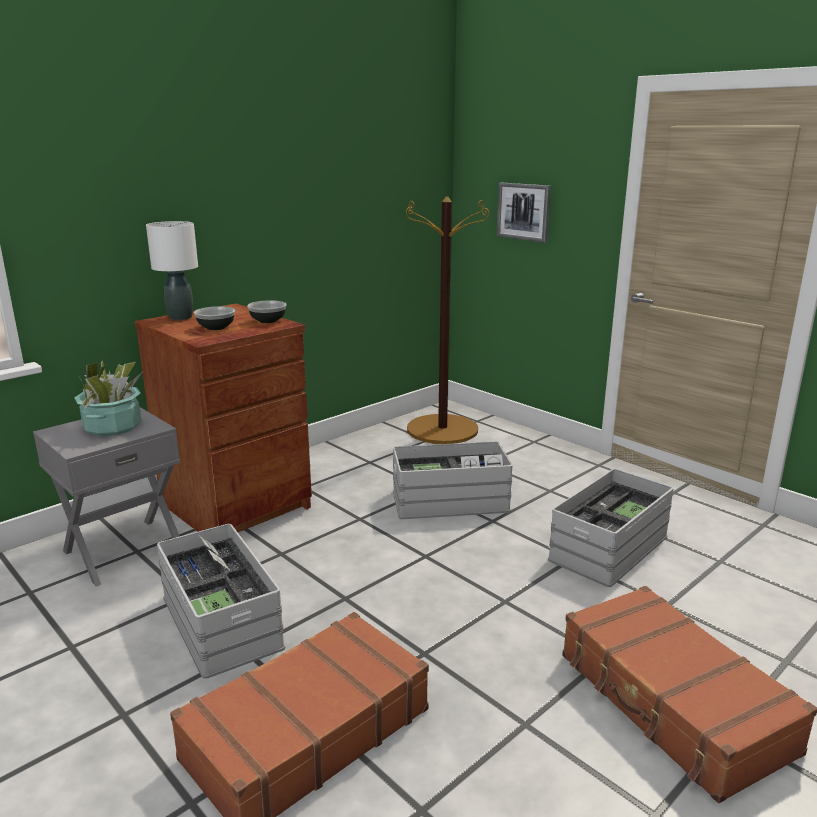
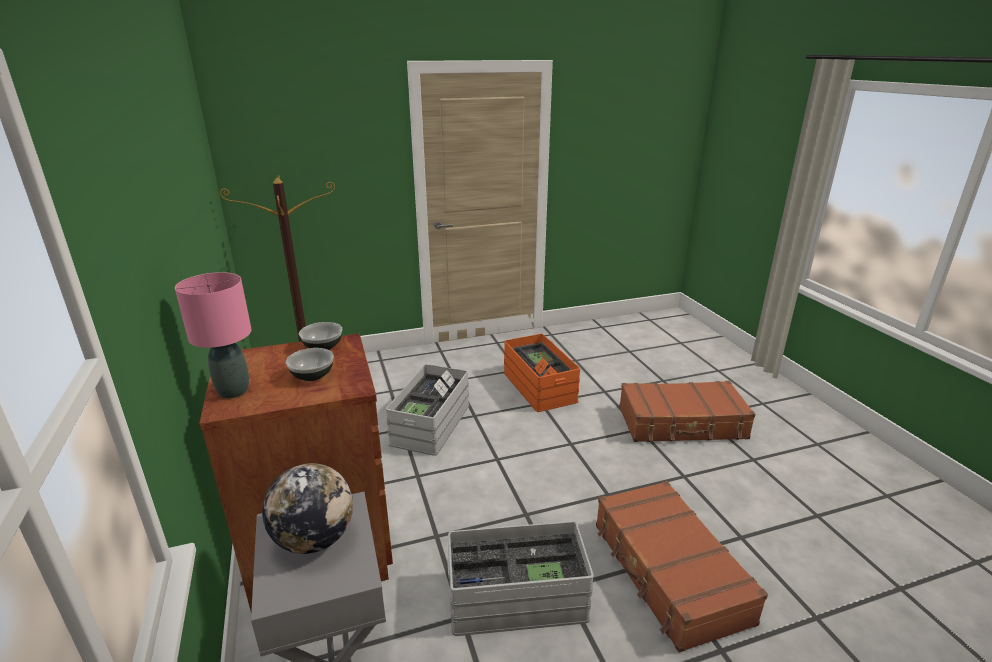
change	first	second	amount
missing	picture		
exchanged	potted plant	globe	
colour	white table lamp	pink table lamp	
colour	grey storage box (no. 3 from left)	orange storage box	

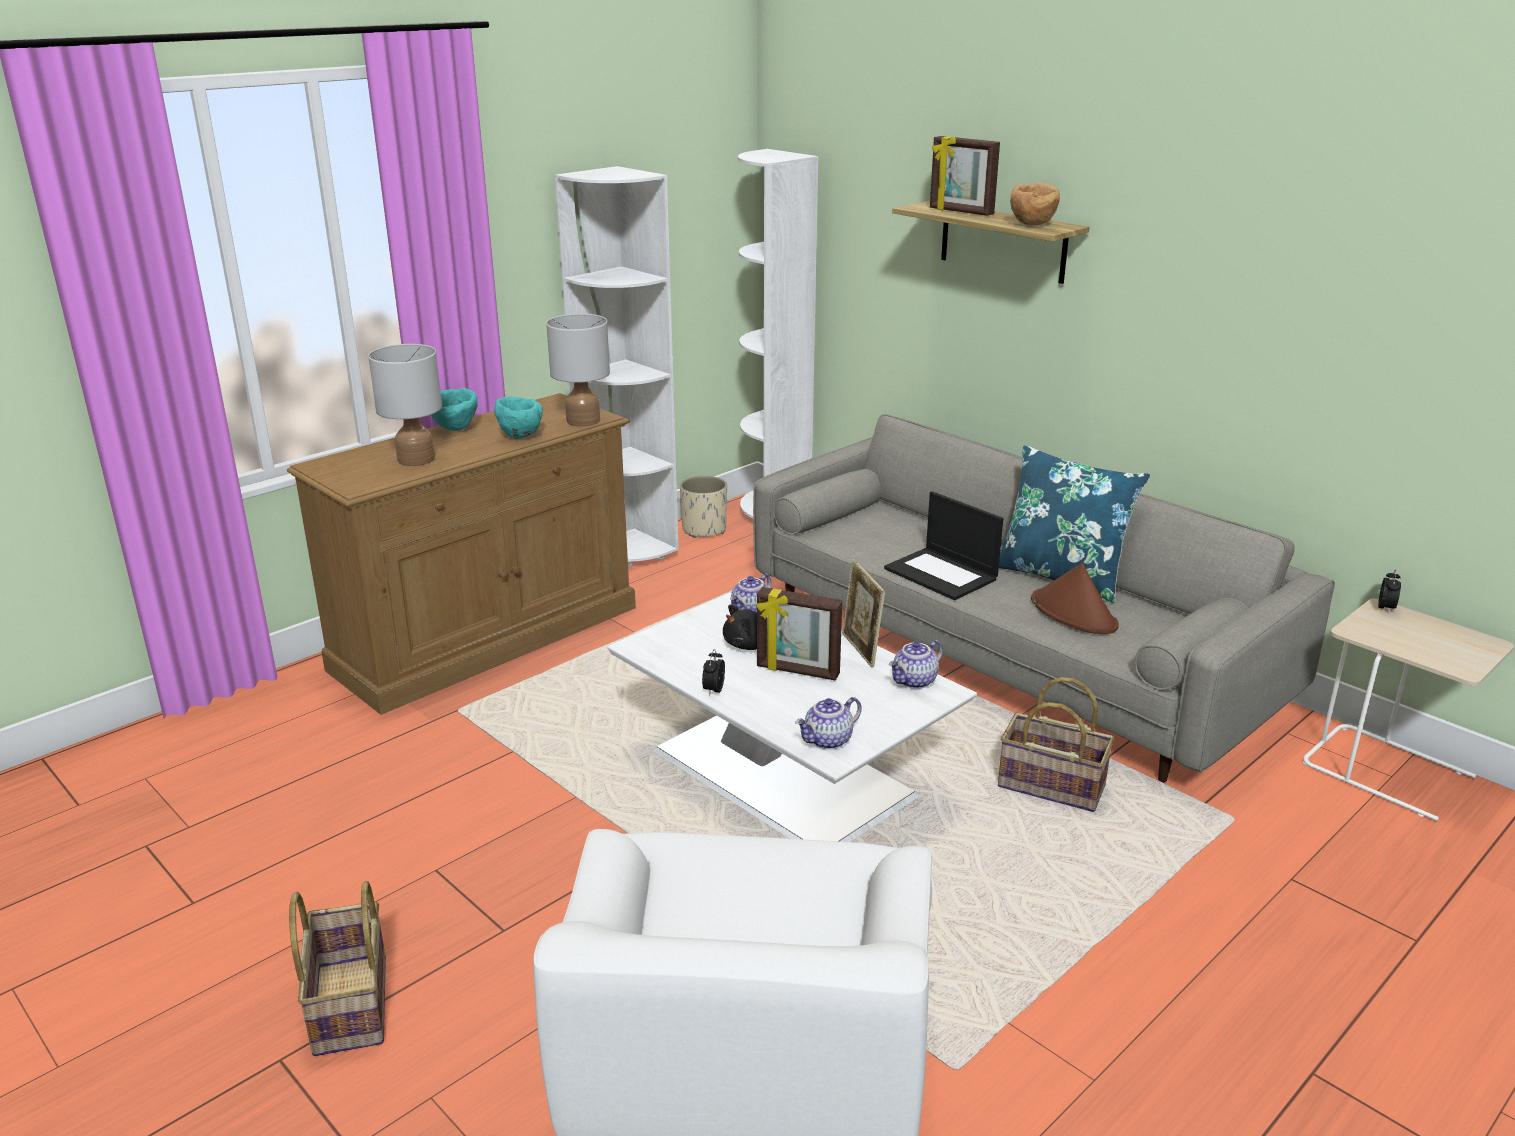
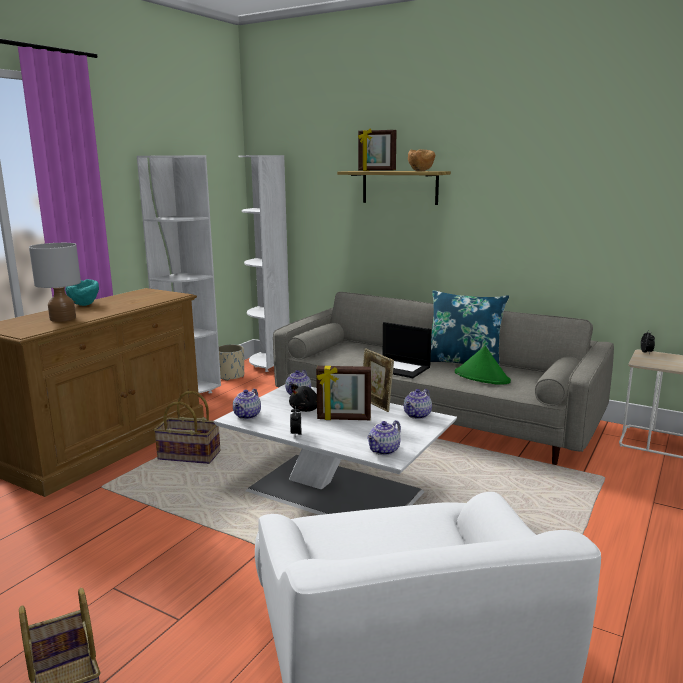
change	first	second	amount
missing	turquoise bowl (no. 2 from left)		
missing	grey table lamp (no. 2 from left)		
appeared		teapot (no. 1 from left)	
relocated	basket (no. 2 from left)		
colour	brown hat	green hat	

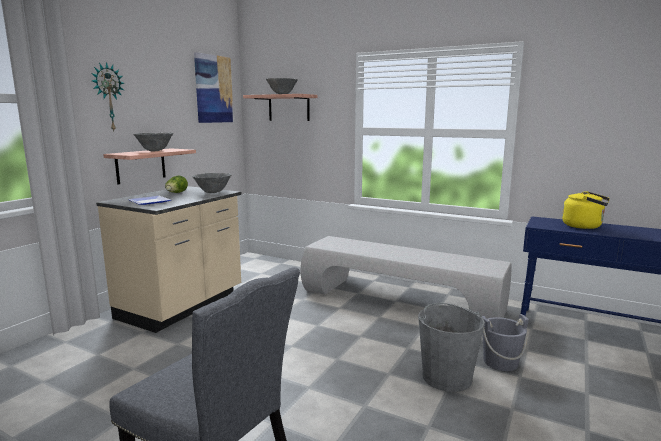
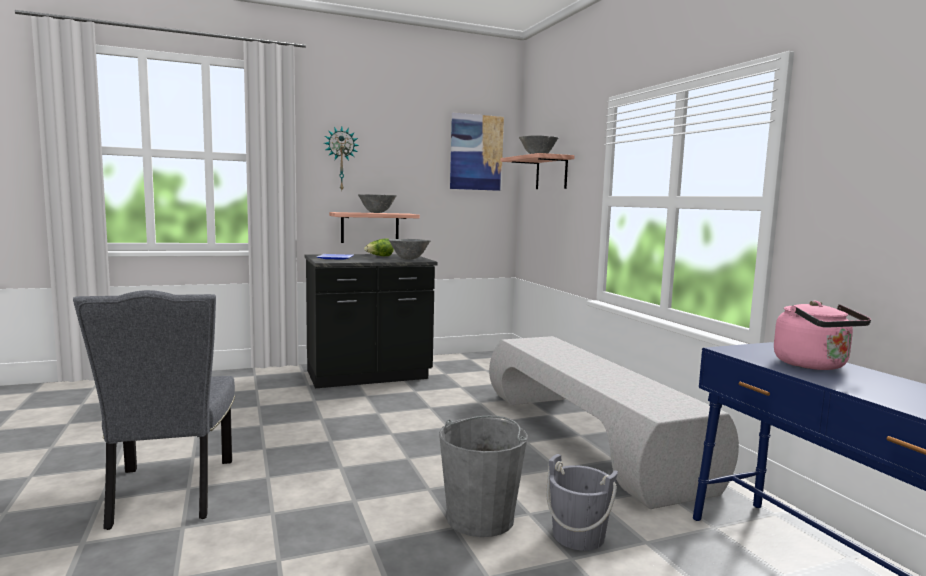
change	first	second	amount
colour	beige counter	black counter	
colour	yellow kettle	pink kettle	

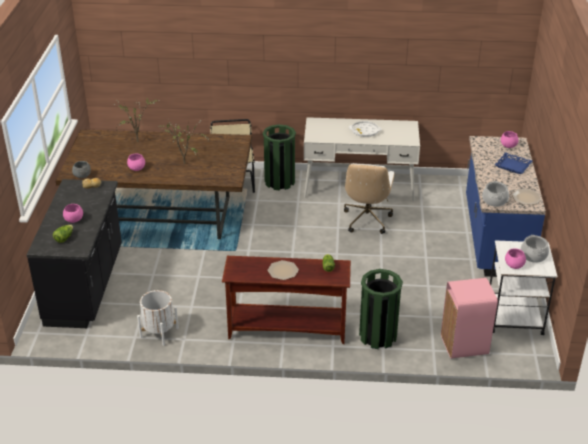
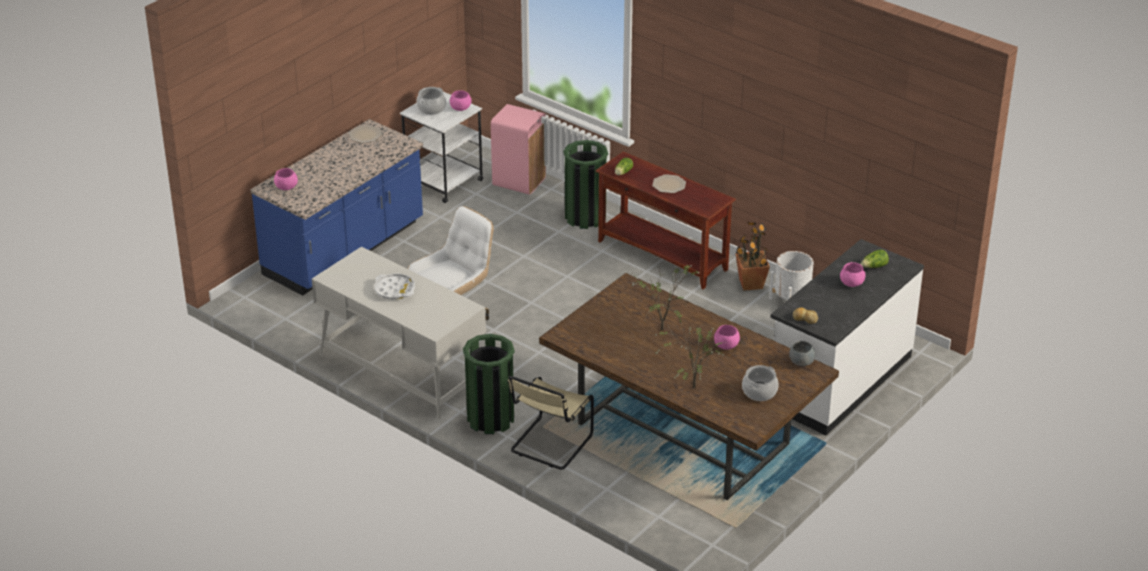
change	first	second	amount
missing	blue tray		
appeared		potted plant (no. 3 from left)	
relocated	cooking pot (no. 1 from left in the first image)	cooking pot (no. 2 from left)	
colour	black counter	white counter	

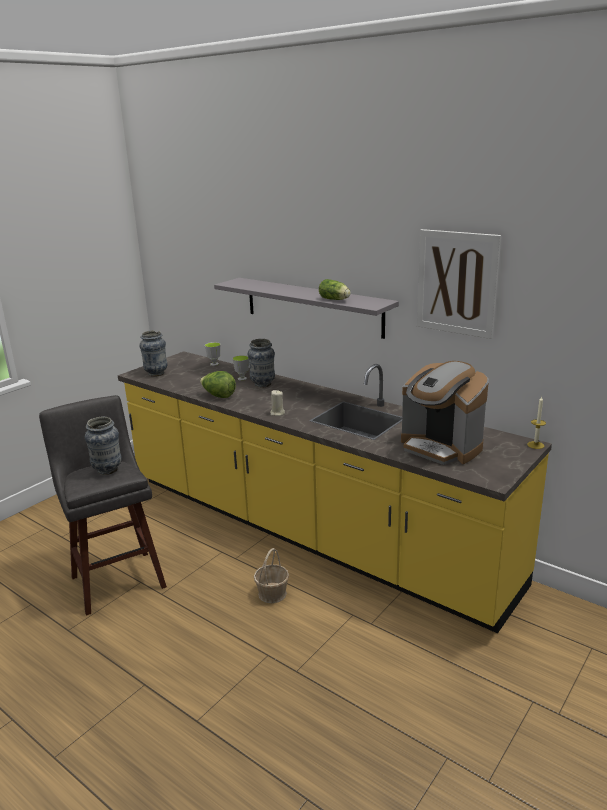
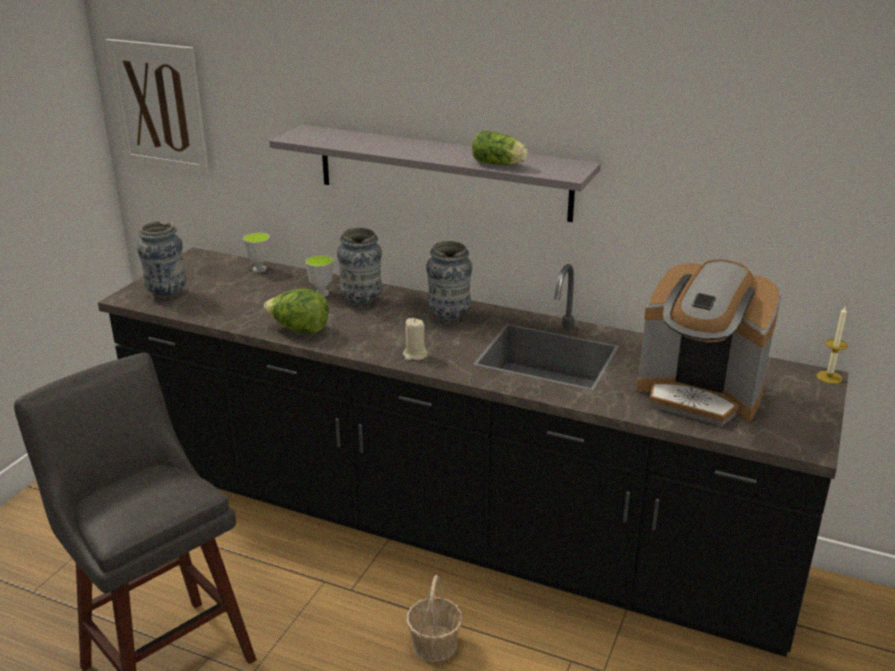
change	first	second	amount
relocated	vase (no. 1 from left in the first image)	vase (no. 3 from left)	
relocated	picture		
colour	yellow counter	black counter	

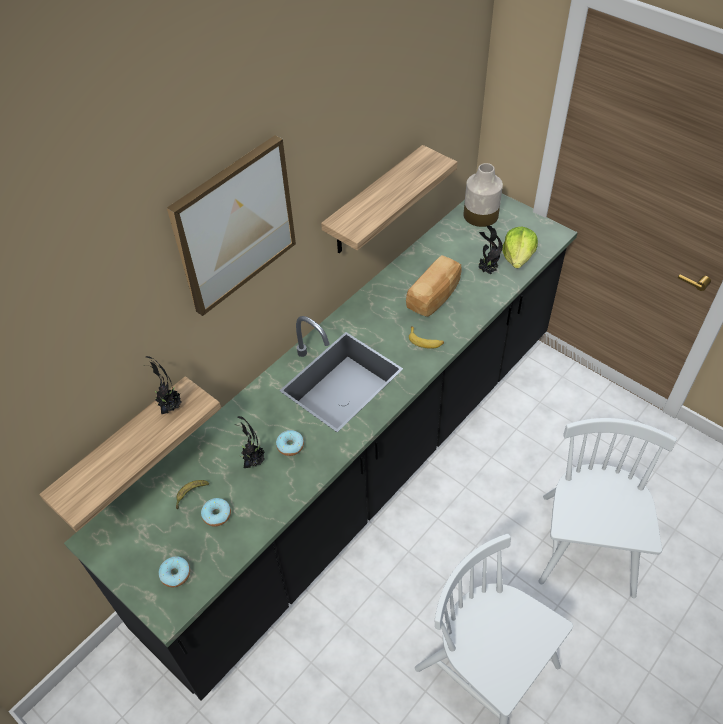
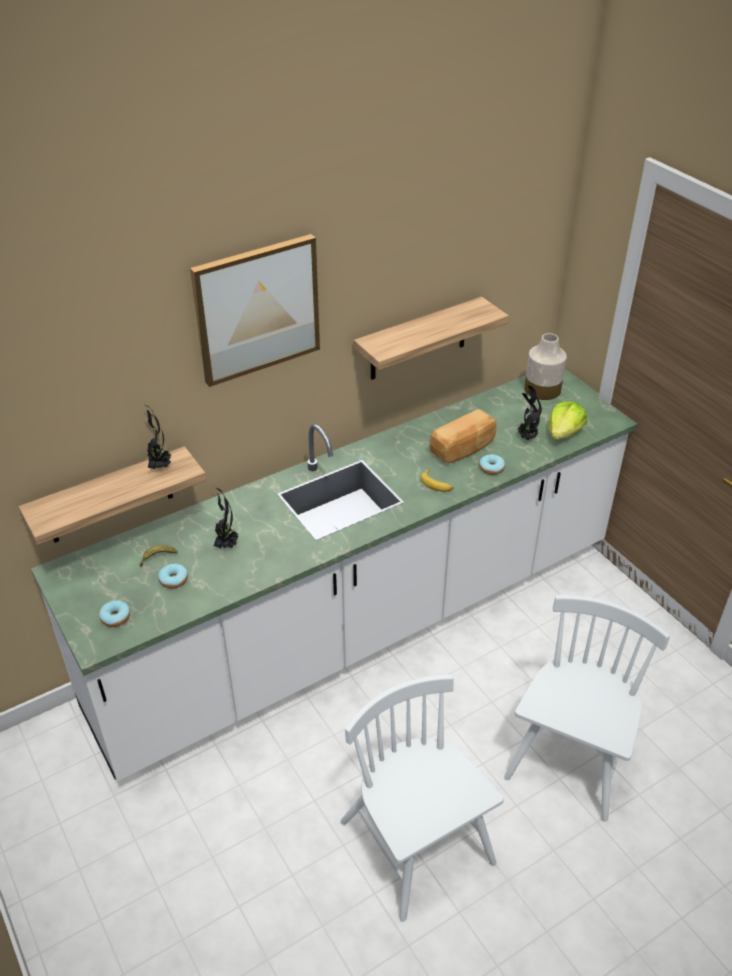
change	first	second	amount
relocated	donut (no. 3 from left)		
colour	black counter	white counter	

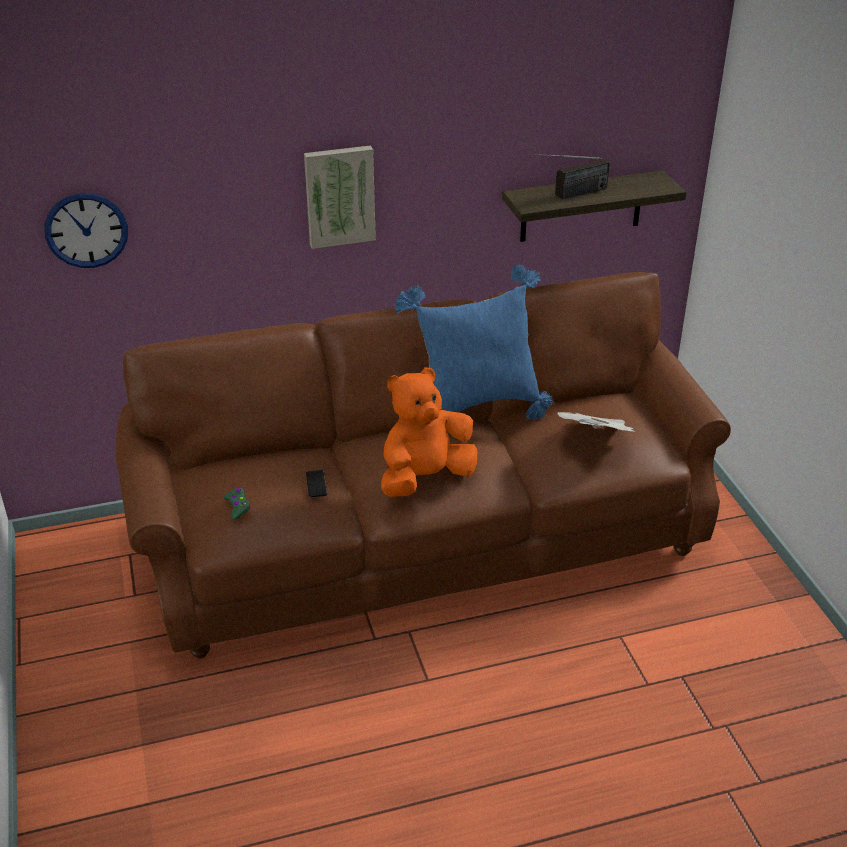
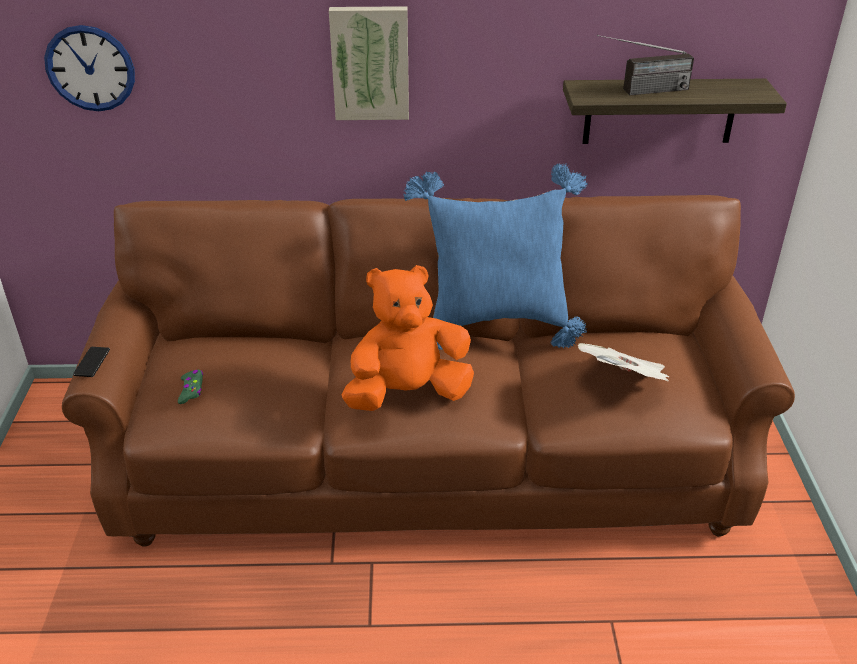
change	first	second	amount
relocated	phone		

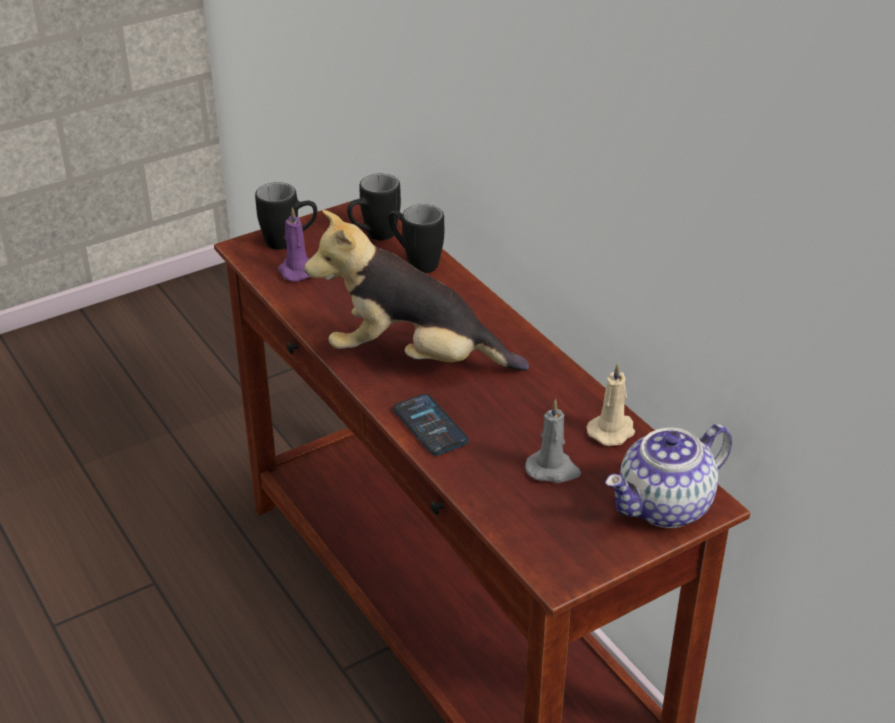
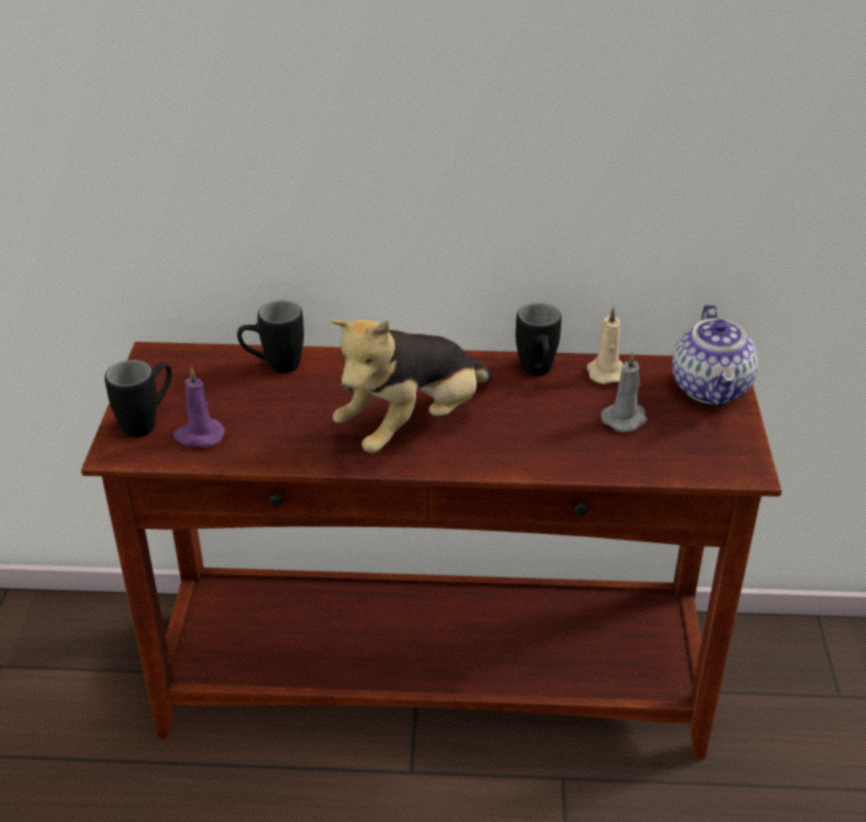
change	first	second	amount
missing	phone		
relocated	black mug (no. 2 from left in the first image)	black mug (no. 3 from left)	

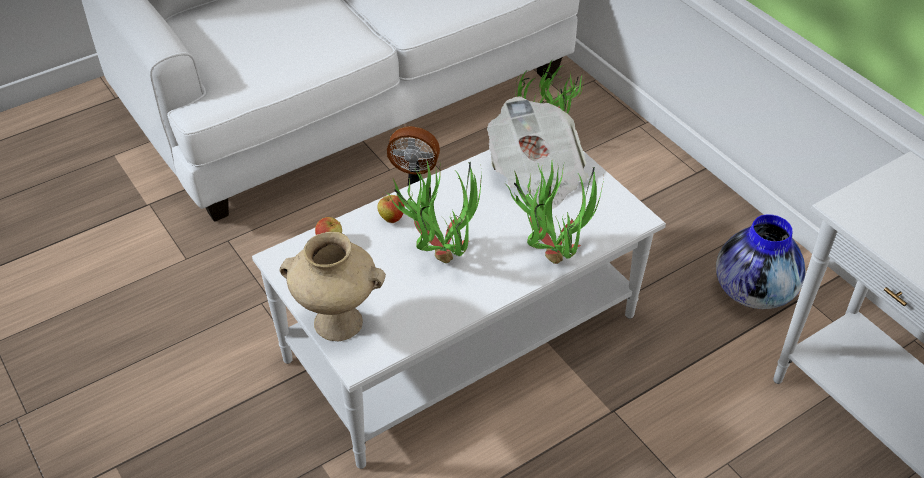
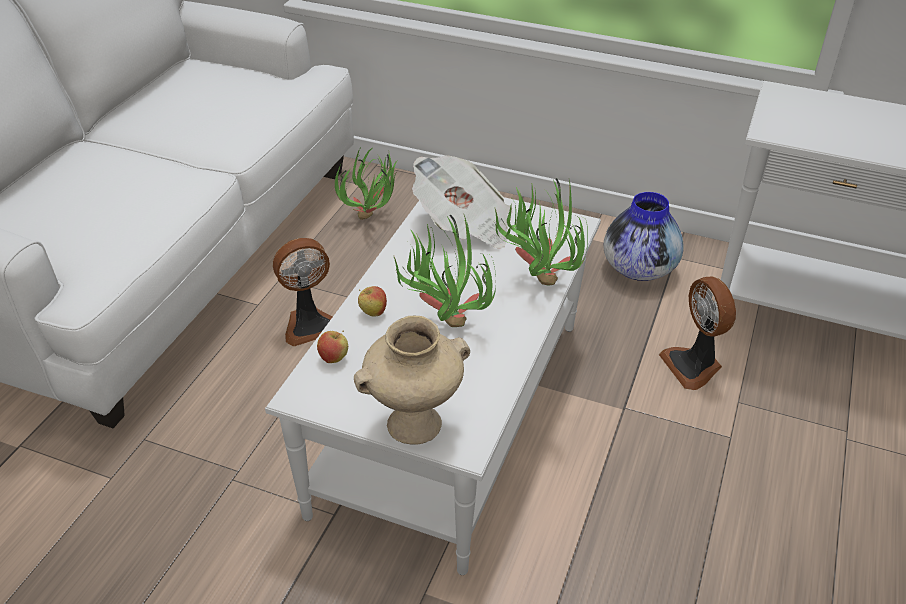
change	first	second	amount
appeared		fan (no. 2 from left)	

